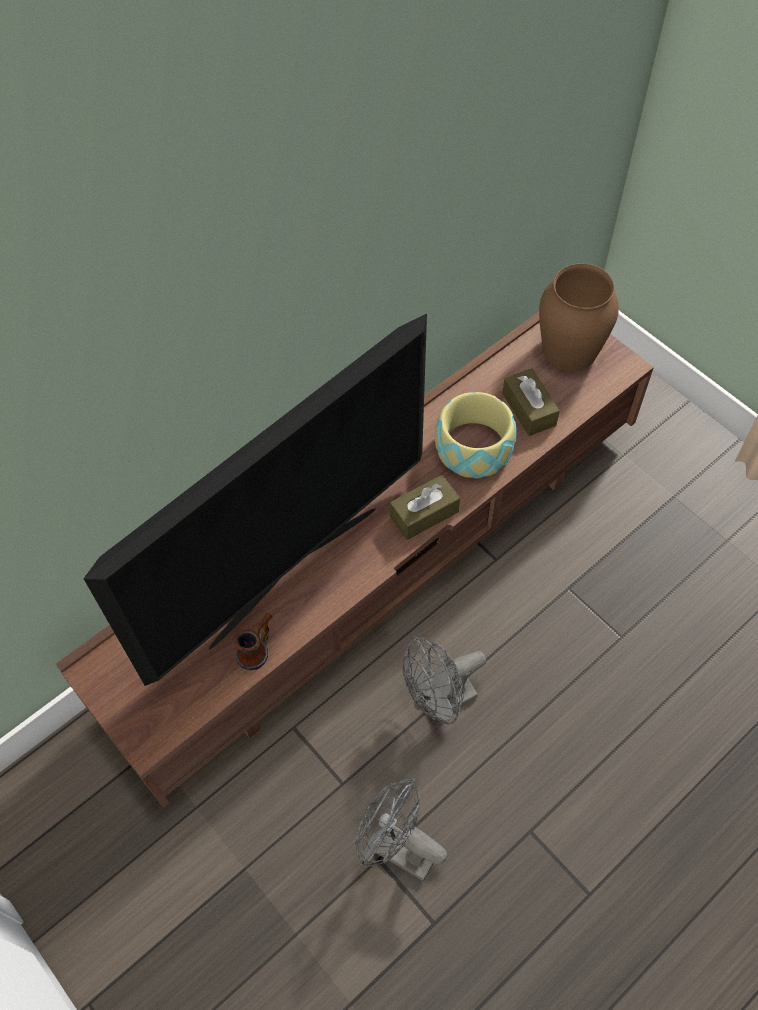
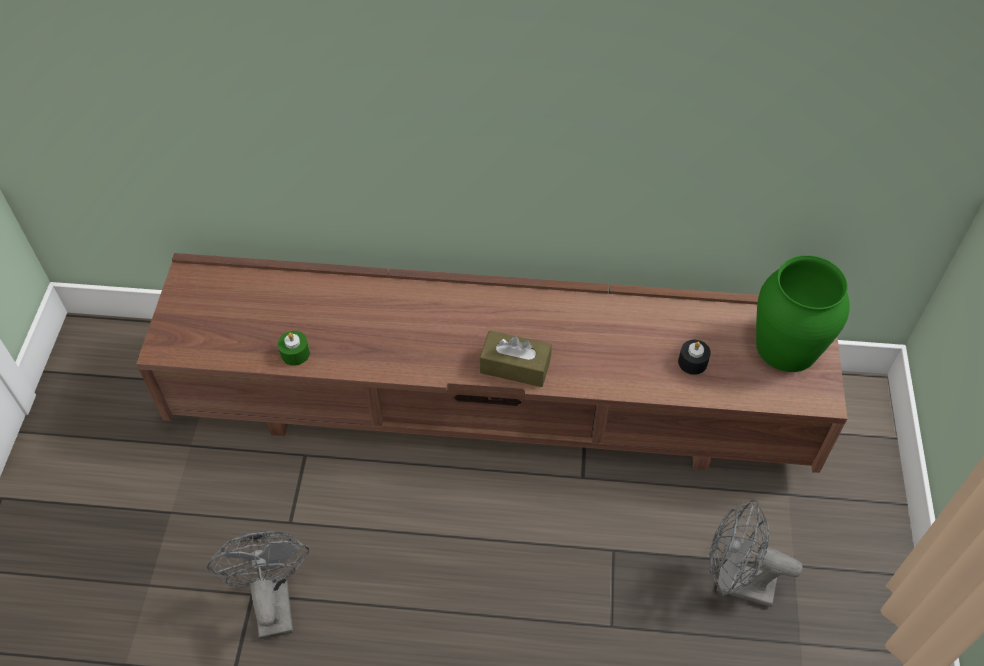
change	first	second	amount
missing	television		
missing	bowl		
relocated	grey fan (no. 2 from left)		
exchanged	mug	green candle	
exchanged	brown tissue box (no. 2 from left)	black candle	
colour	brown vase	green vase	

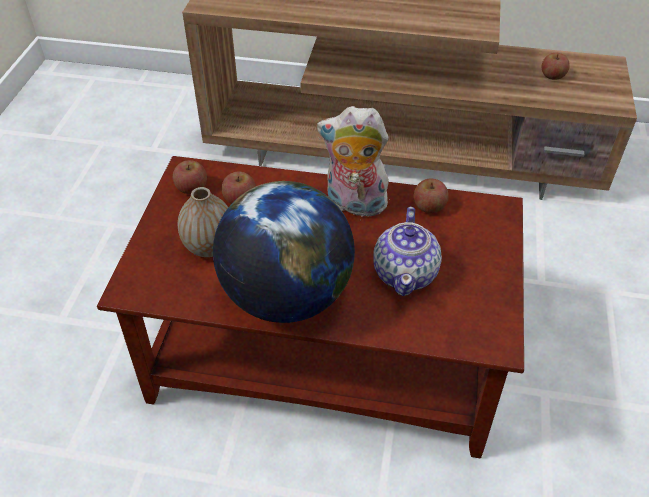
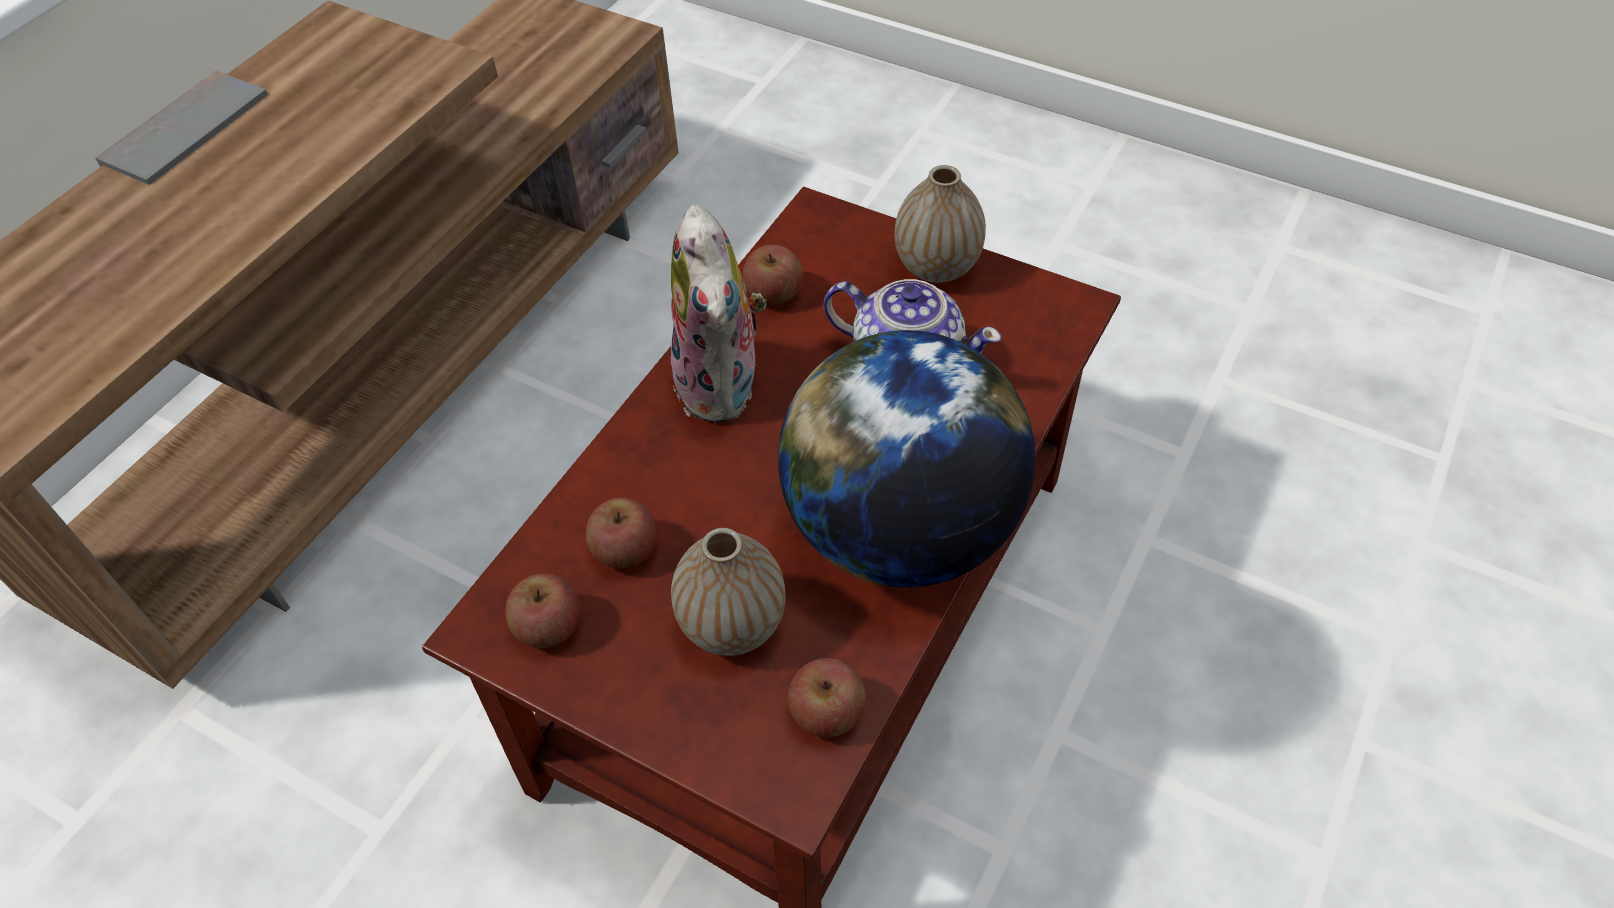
change	first	second	amount
appeared		vase (no. 2 from left)	
relocated	apple (no. 4 from left)		
spun	plush toy		45 degrees counterclockwise

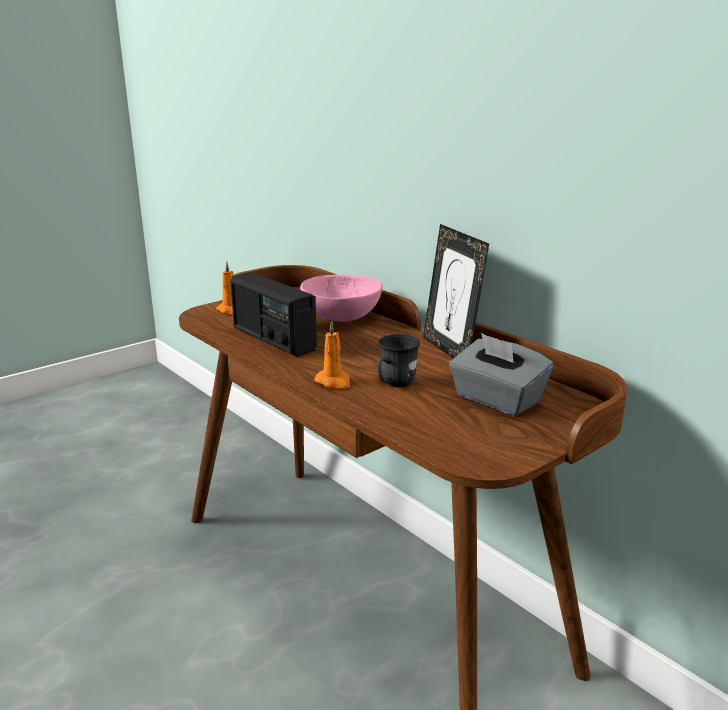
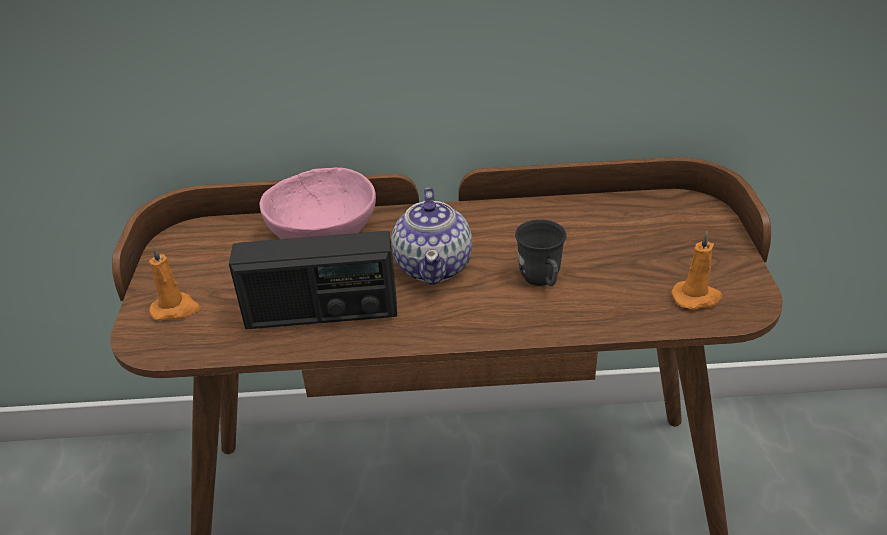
change	first	second	amount
missing	picture frame		
missing	grey tissue box		
appeared		teapot	
relocated	orange candle (no. 2 from left)		

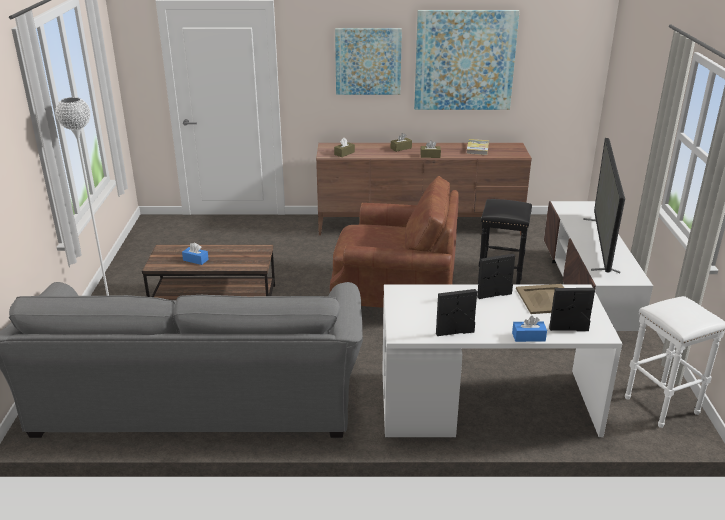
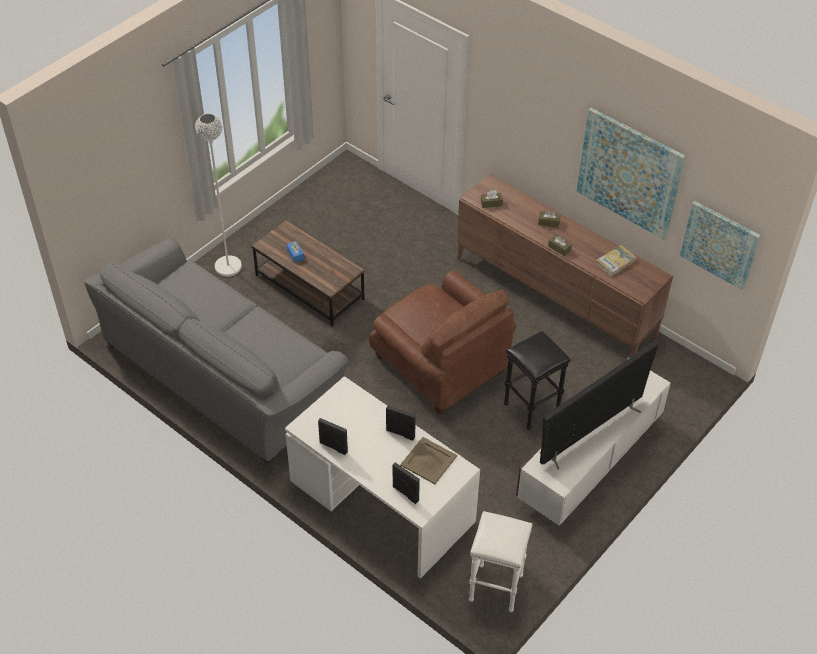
change	first	second	amount
missing	blue tissue box (no. 2 from left)		
relocated	picture (no. 1 from left in the first image)	picture (no. 2 from left)	

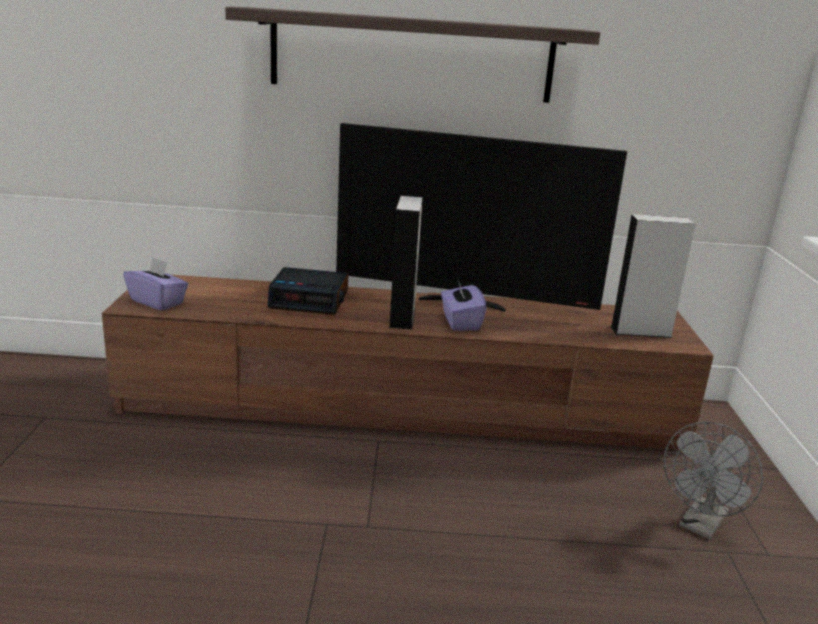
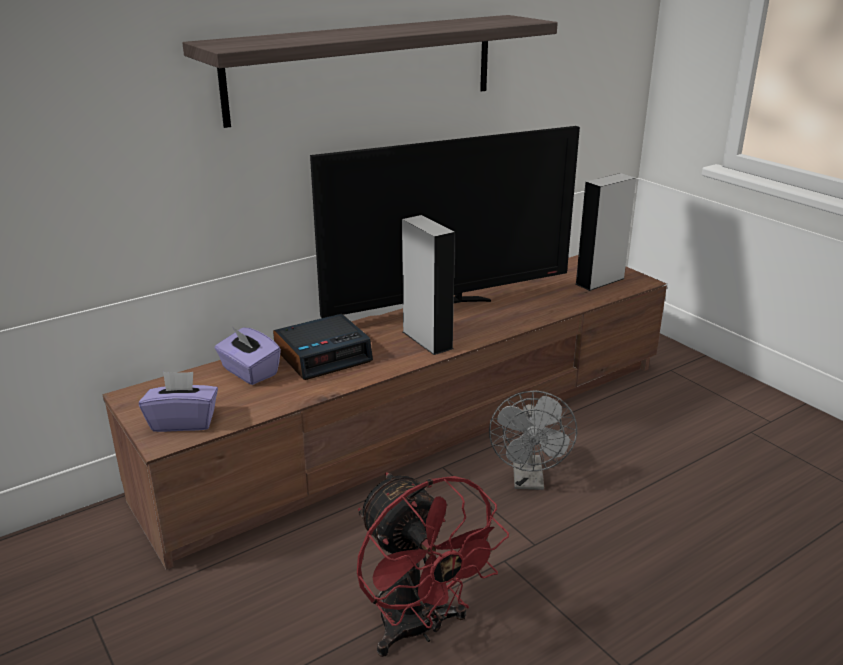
change	first	second	amount
appeared		red fan	
relocated	purple tissue box (no. 2 from left)		
relocated	grey fan		

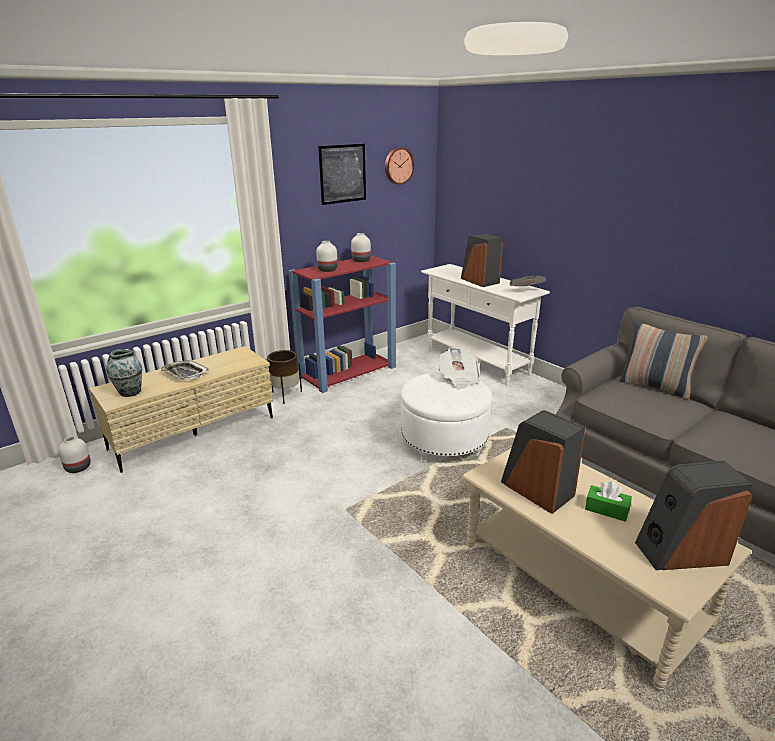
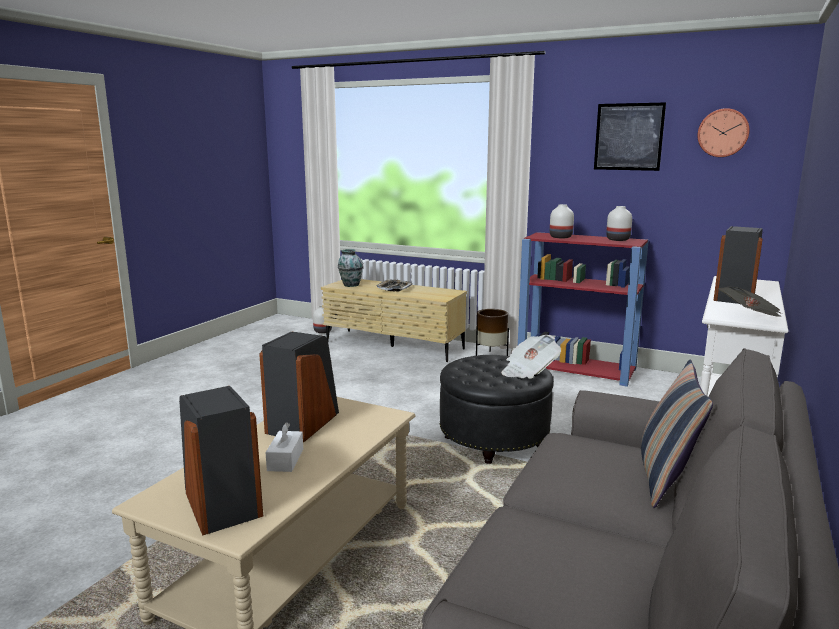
change	first	second	amount
colour	white ottoman	black ottoman	
colour	green tissue box	white tissue box	

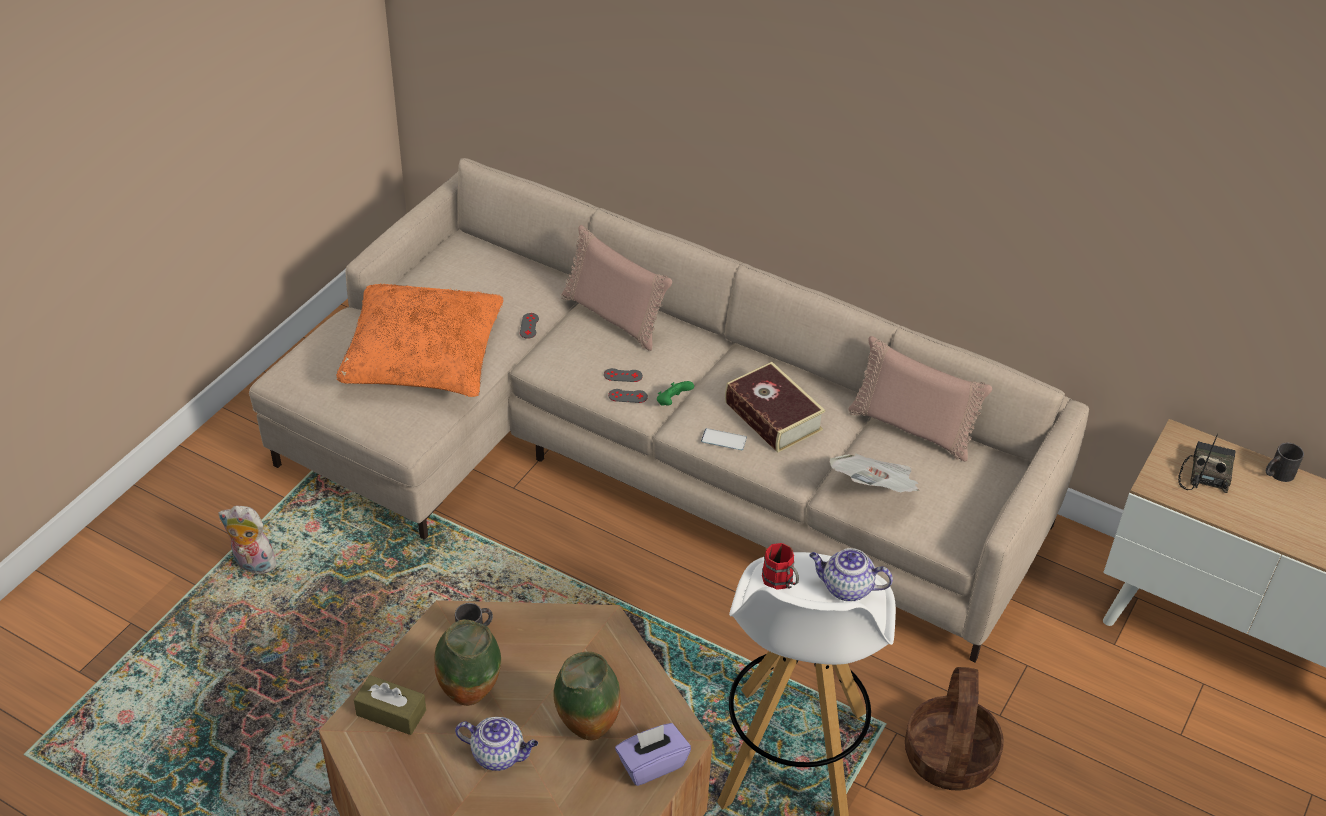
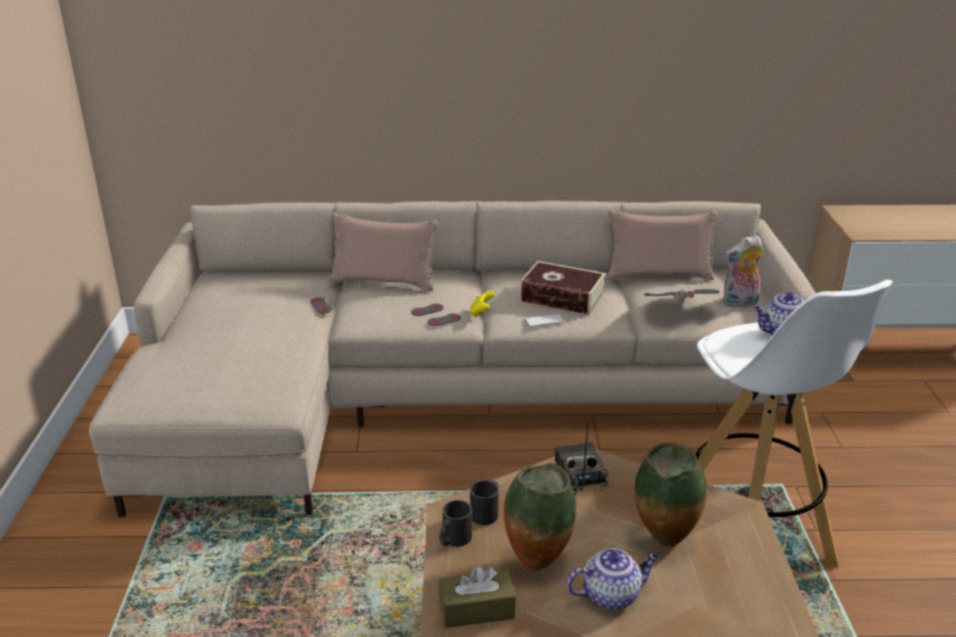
change	first	second	amount
missing	orange pillow		
missing	purple tissue box		
missing	red mug		
missing	basket		
relocated	plush toy		
relocated	radio		
relocated	black mug (no. 2 from left in the first image)	black mug (no. 1 from left)	
colour	green game controller	yellow game controller	

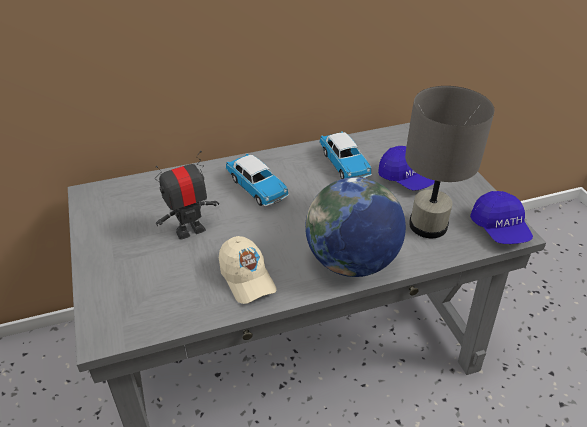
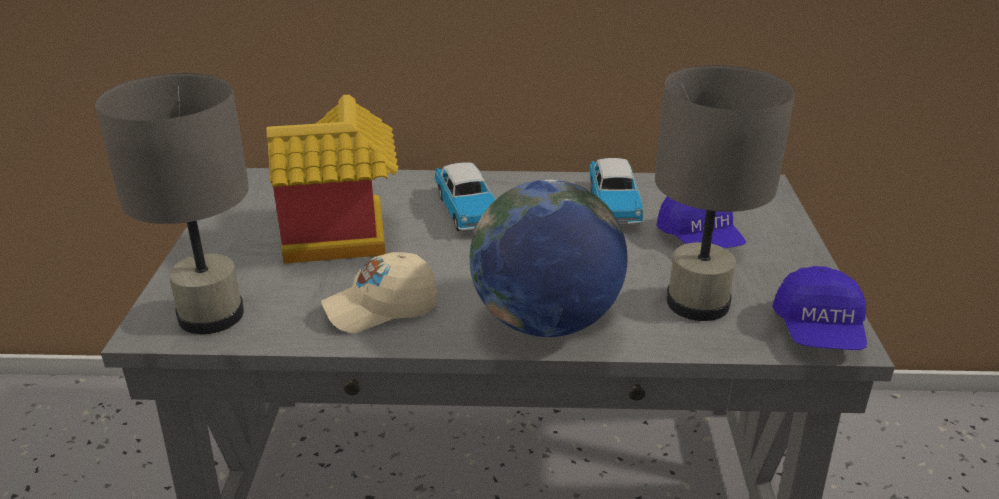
change	first	second	amount
appeared		grey table lamp (no. 1 from left)	
exchanged	toy robot	toy house	
spun	beige cap		75 degrees clockwise

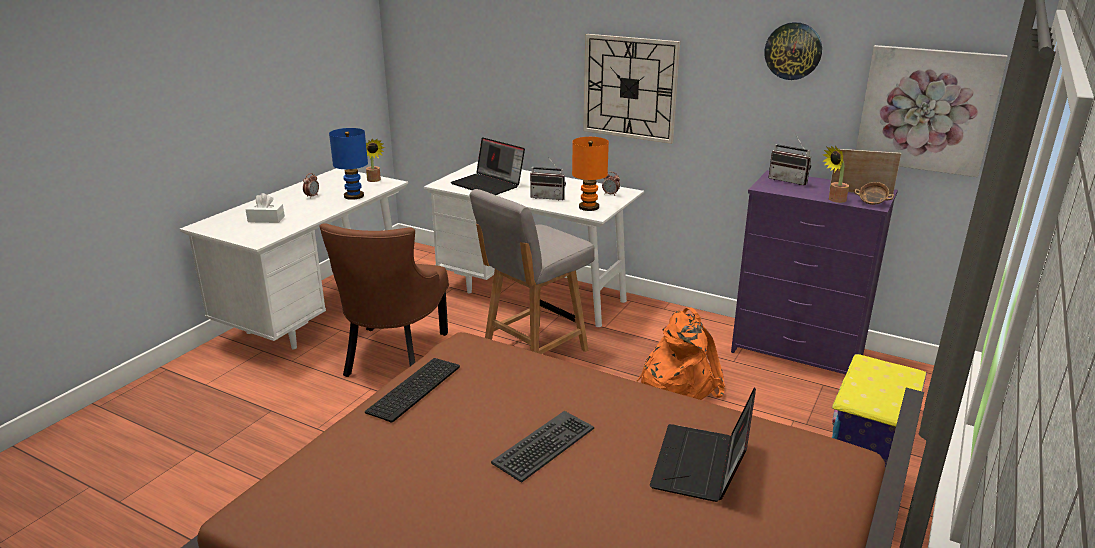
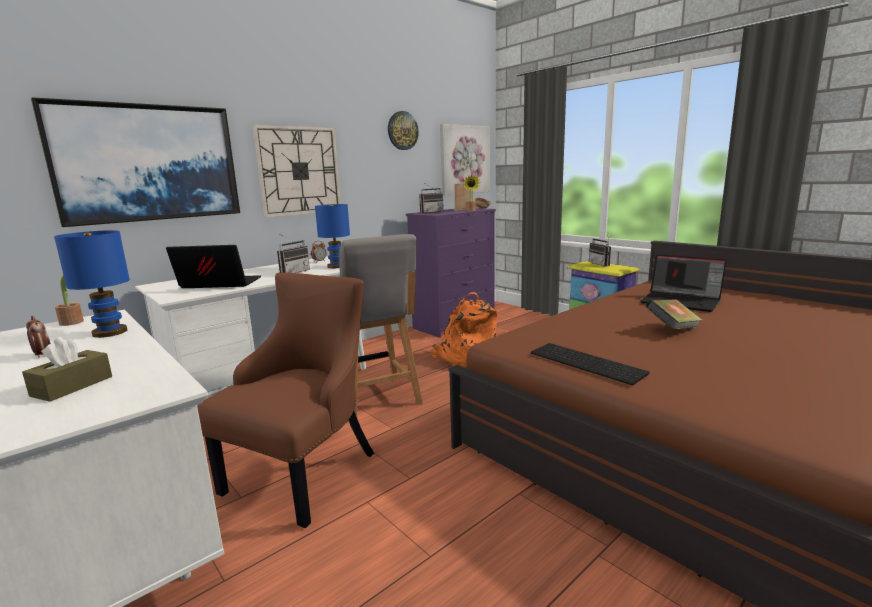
change	first	second	amount
appeared		picture (no. 1 from left)	
appeared		radio (no. 3 from left)	
exchanged	keyboard (no. 2 from left)	book	
colour	white tissue box	brown tissue box	
colour	orange table lamp	blue table lamp (no. 2 from left)	
spun	brown chair		90 degrees counterclockwise
spun	laptop (no. 1 from left)		150 degrees counterclockwise

